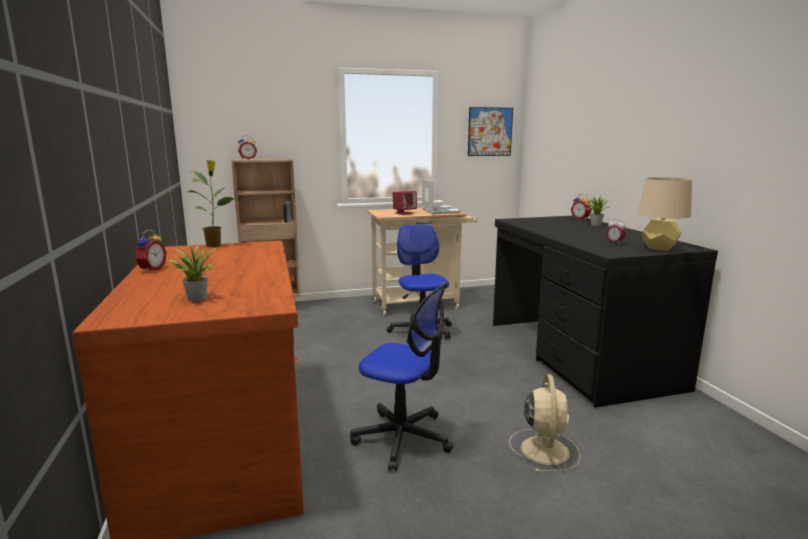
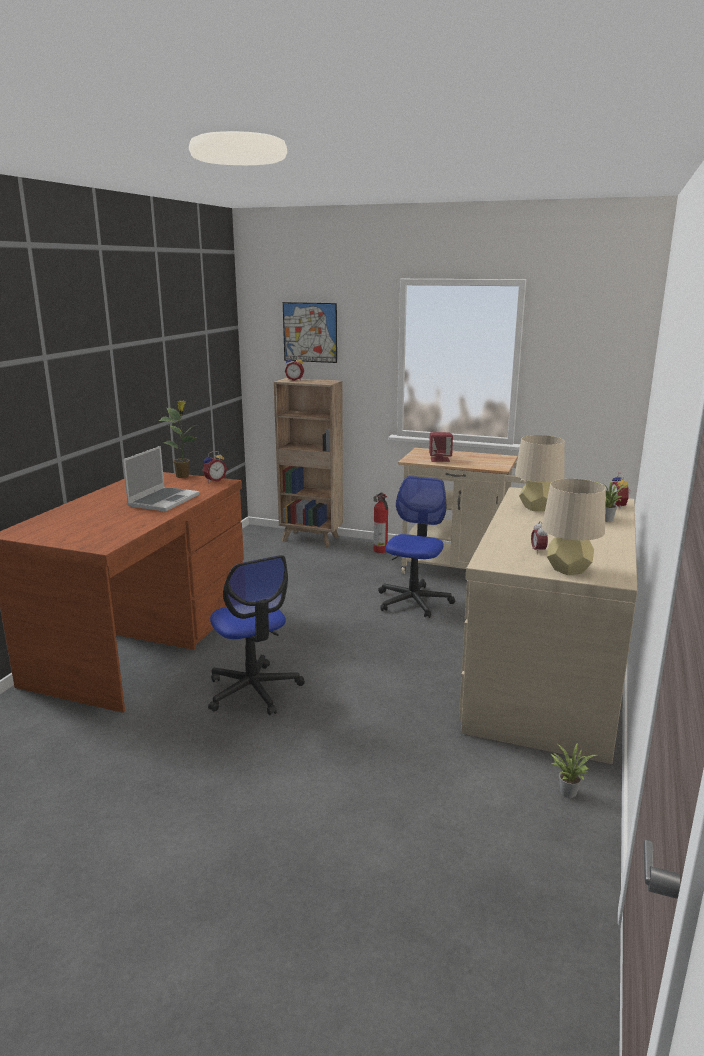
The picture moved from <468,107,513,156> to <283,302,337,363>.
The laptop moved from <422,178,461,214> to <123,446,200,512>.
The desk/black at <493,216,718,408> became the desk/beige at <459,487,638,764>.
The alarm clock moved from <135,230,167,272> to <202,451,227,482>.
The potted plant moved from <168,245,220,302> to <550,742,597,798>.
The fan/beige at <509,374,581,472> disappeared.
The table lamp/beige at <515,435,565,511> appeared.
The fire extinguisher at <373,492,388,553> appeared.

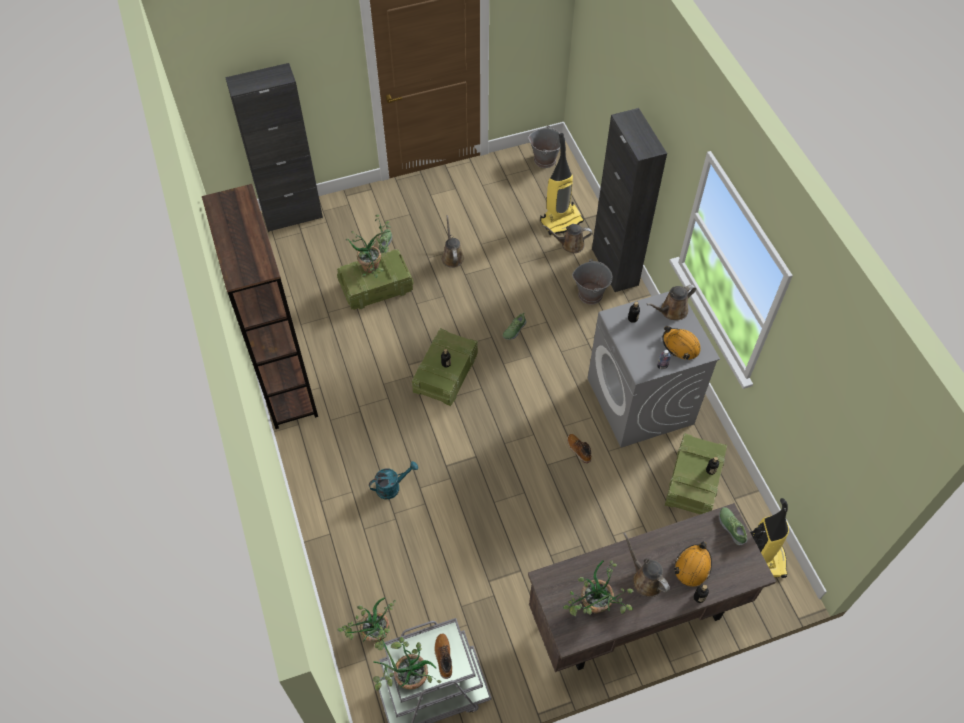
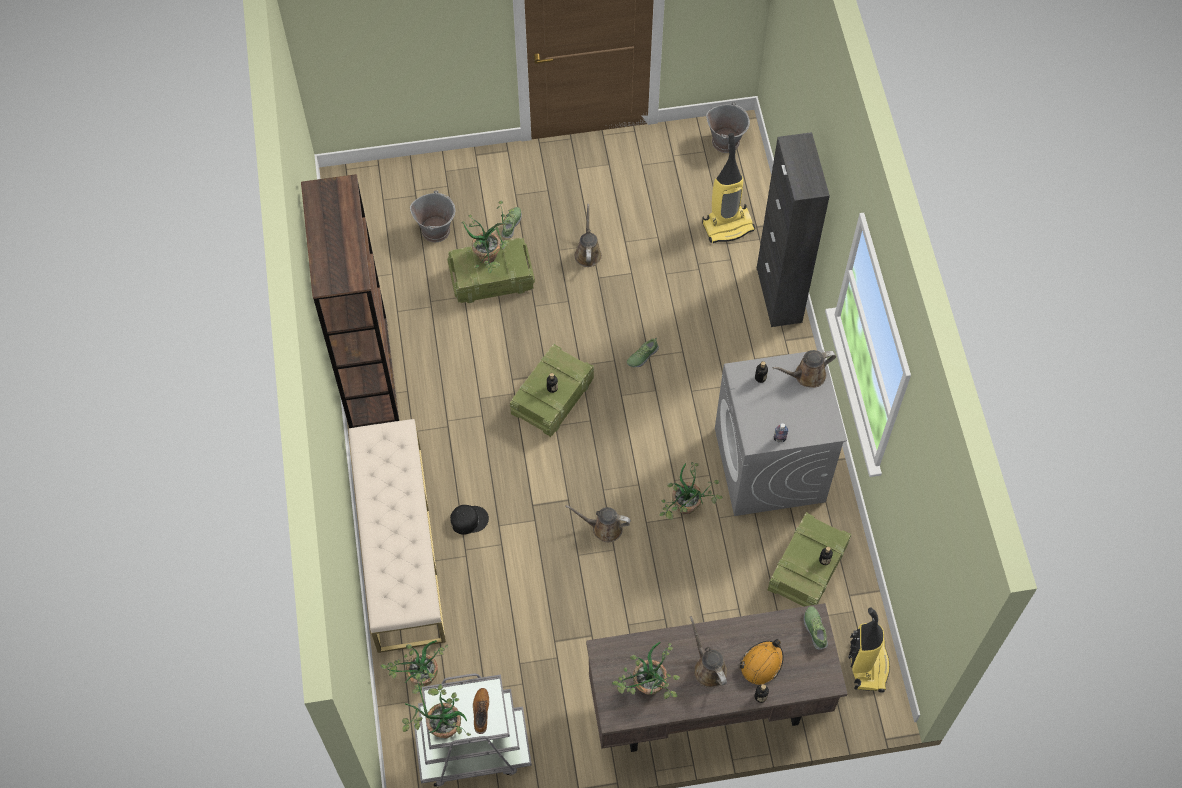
The cabinet/black at <225,63,323,232> disappeared.
The watering can/brown moved from <542,224,592,253> to <565,505,631,542>.
The bucket/grey moved from <572,259,613,304> to <410,190,455,242>.
The hard hat/orange at <662,326,701,360> disappeared.
The boot at <567,434,592,463> was replaced by the potted plant at <660,462,723,520>.
The watering can/turquoise at <369,461,418,499> was replaced by the cap/black at <450,505,489,535>.
The bench/beige at <349,419,446,653> appeared.

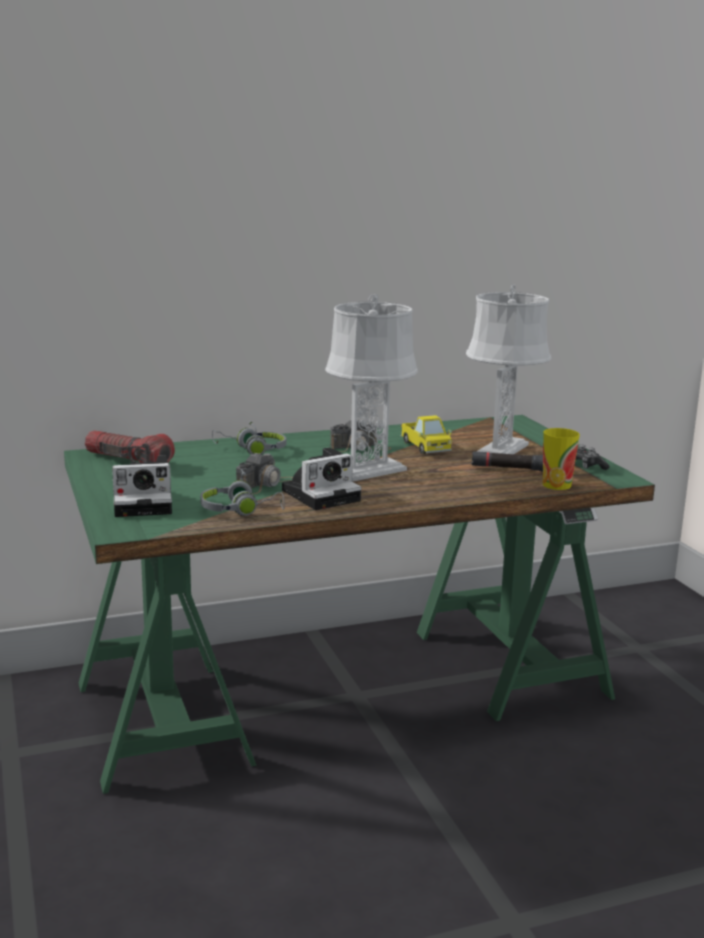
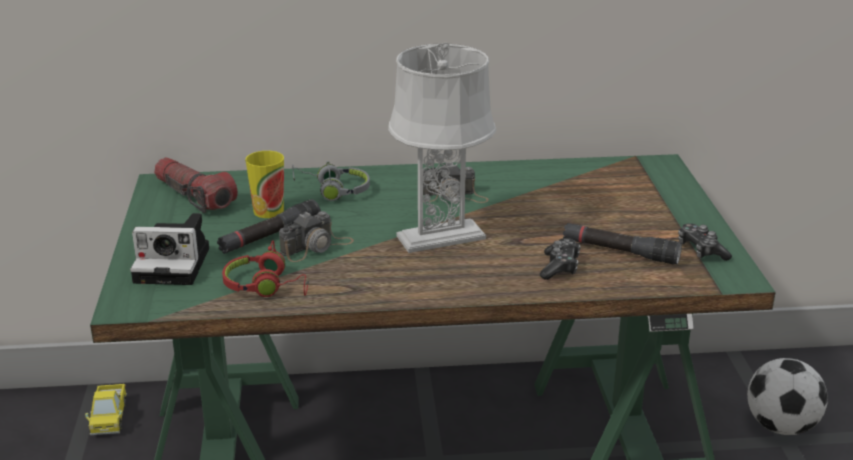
The table lamp/grey at <466,285,552,454> disappeared.
The toy truck moved from <401,415,452,454> to <85,384,127,435>.
The cup moved from <543,428,580,490> to <245,151,284,218>.
The photo camera at <282,447,361,510> disappeared.
The headphones/grey at <200,469,285,516> became the headphones/red at <222,240,309,297>.
The flashlight/black at <217,199,321,254> appeared.
The game controller at <540,238,581,280> appeared.
The football at <747,358,828,435> appeared.

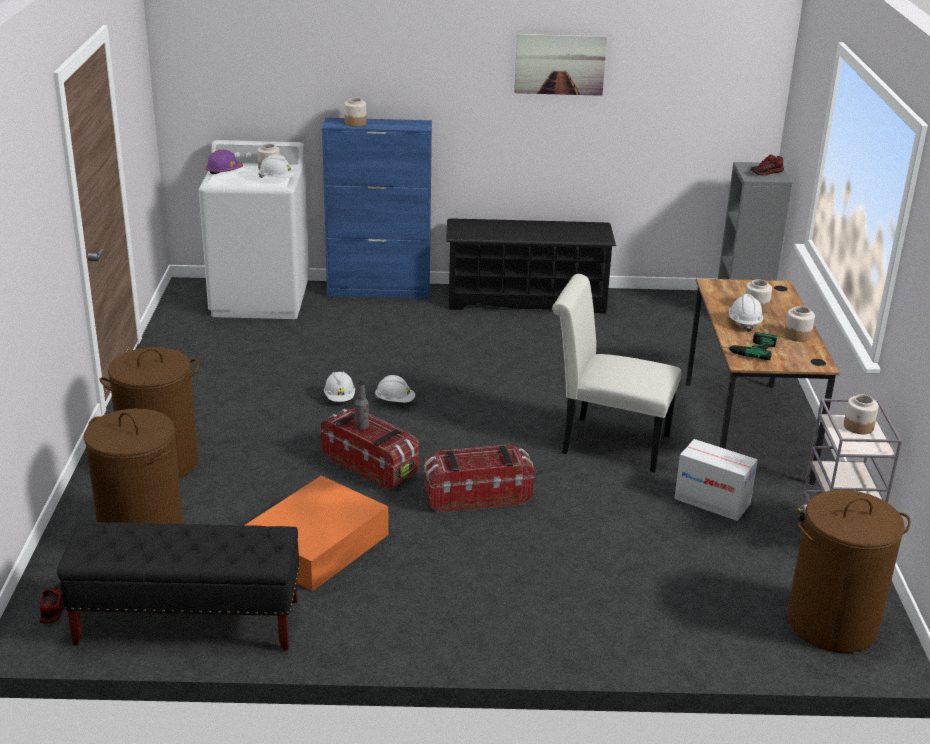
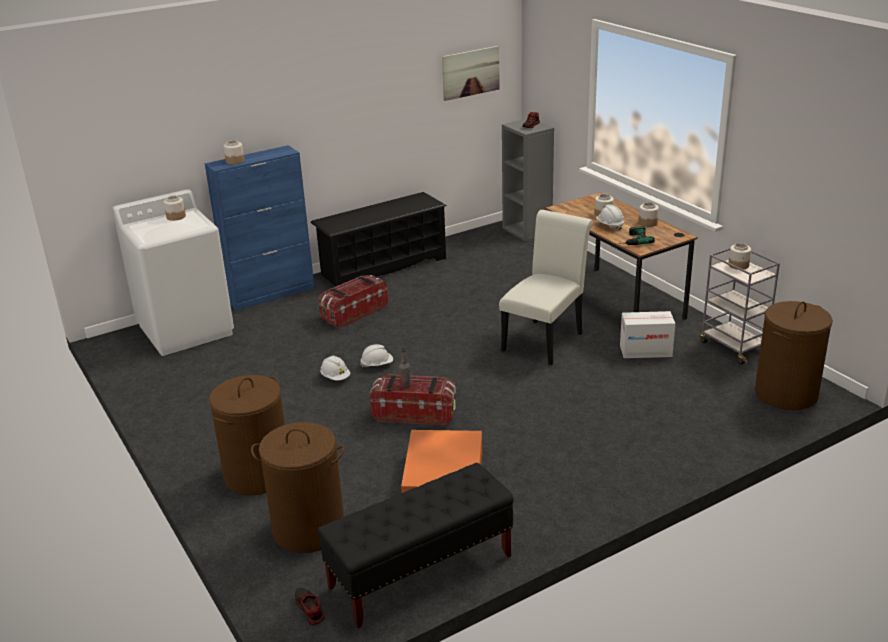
The picture moved from <514,34,607,96> to <442,46,500,101>.
The hard hat/purple at <205,150,243,174> disappeared.
The hard hat/white at <258,154,296,178> disappeared.
The chair/white at <552,274,682,473> turned 135 degrees clockwise.
The storage box moved from <424,444,534,513> to <319,275,388,329>.

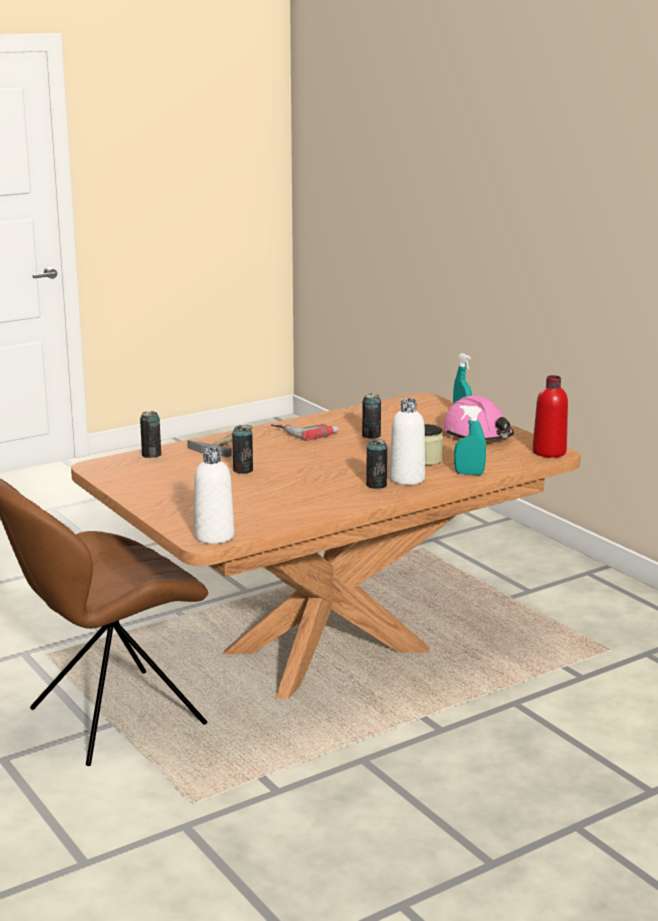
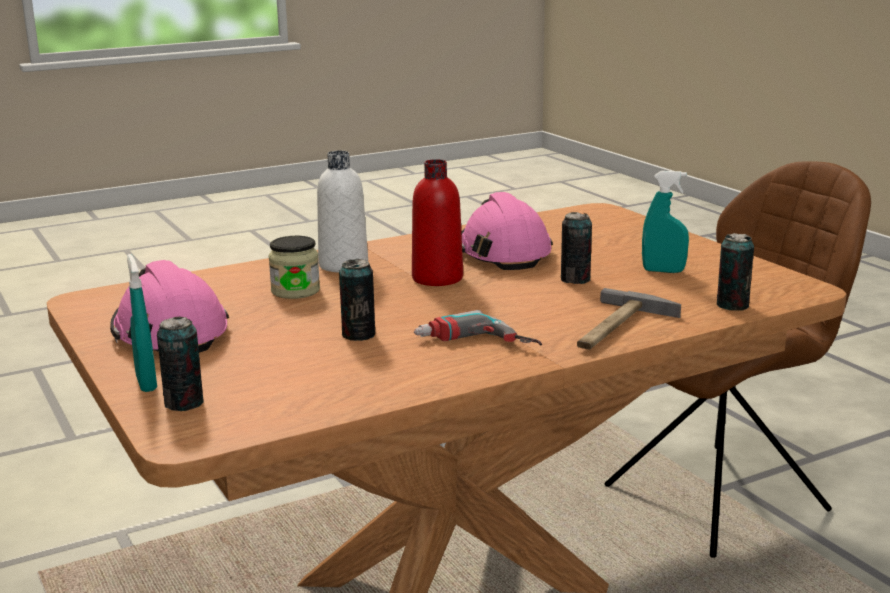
The bottle/red moved from <532,375,568,458> to <412,159,463,286>.
The spray bottle/turquoise moved from <454,405,486,475> to <642,171,689,273>.
The can moved from <366,439,387,489> to <157,316,204,411>.
The bottle/white at <194,447,234,544> disappeared.
The hard hat/pink at <461,192,553,270> appeared.

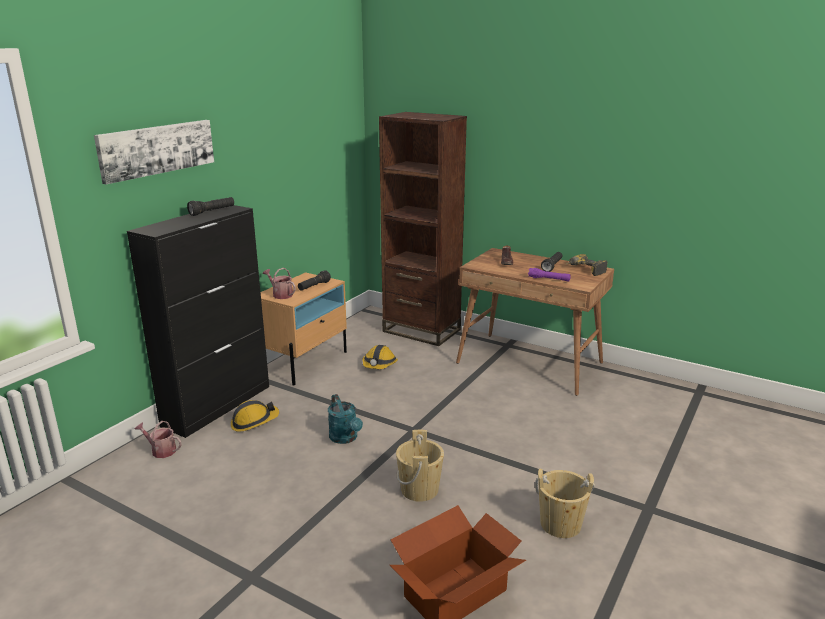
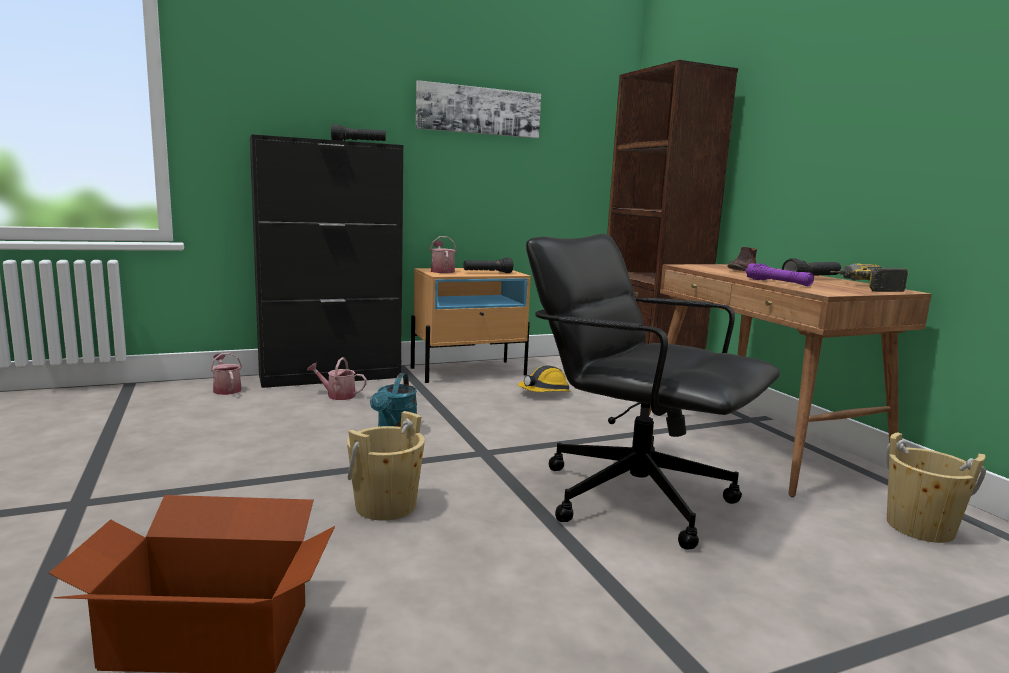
The picture moved from <94,120,214,184> to <416,80,541,138>.
The hard hat at <231,400,279,432> was replaced by the watering can at <307,357,367,400>.
The bucket/beige moved from <535,468,595,538> to <886,432,986,543>.
The office chair/black at <526,234,780,550> appeared.

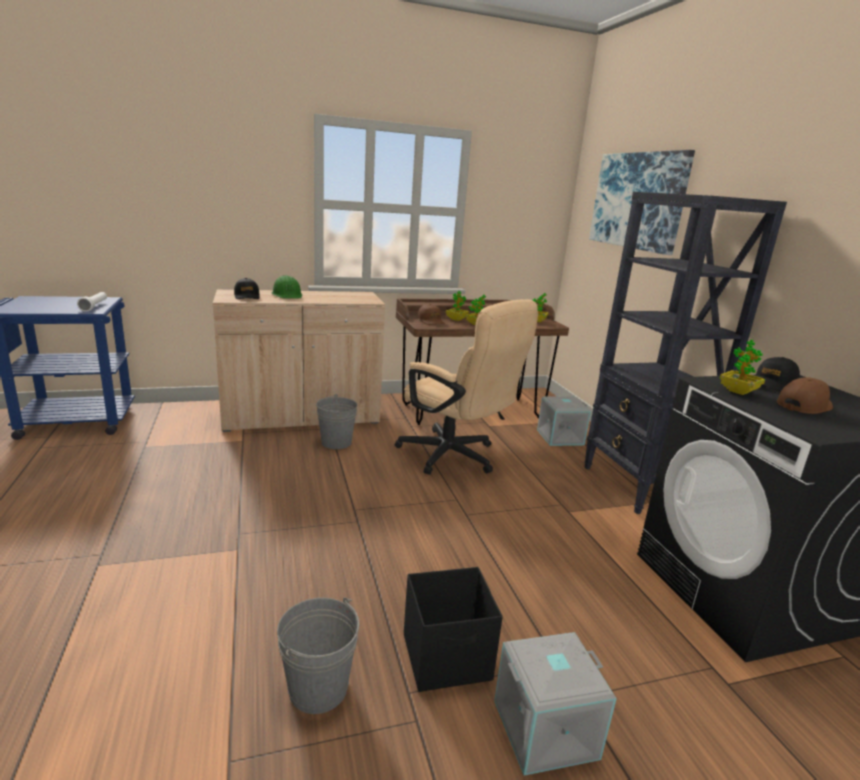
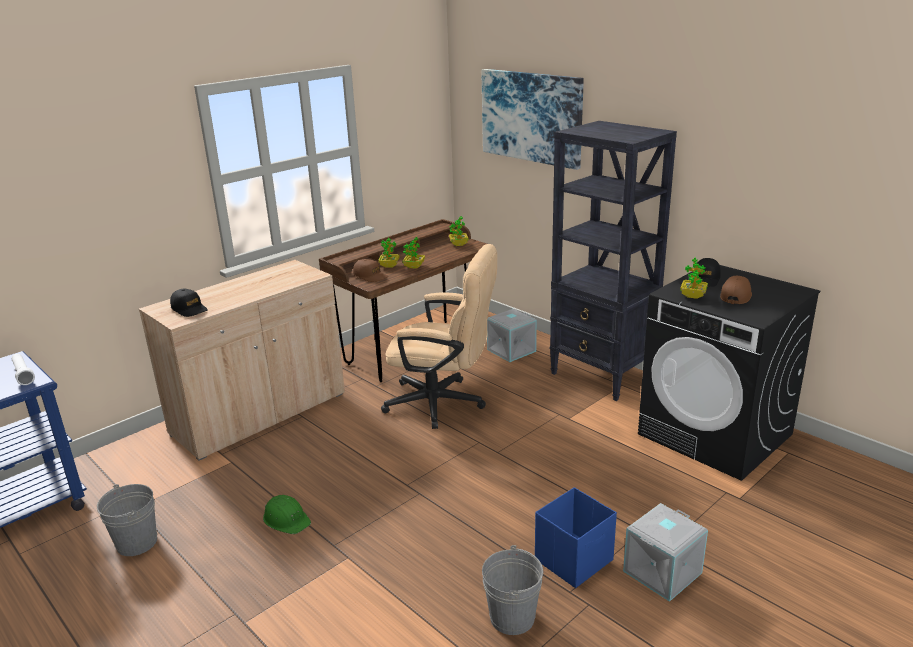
The hard hat/green moved from <272,275,302,299> to <263,495,311,534>.
The bucket/grey moved from <316,394,357,449> to <97,484,157,556>.
The storage box/black at <404,567,503,692> became the storage box/blue at <535,487,617,588>.

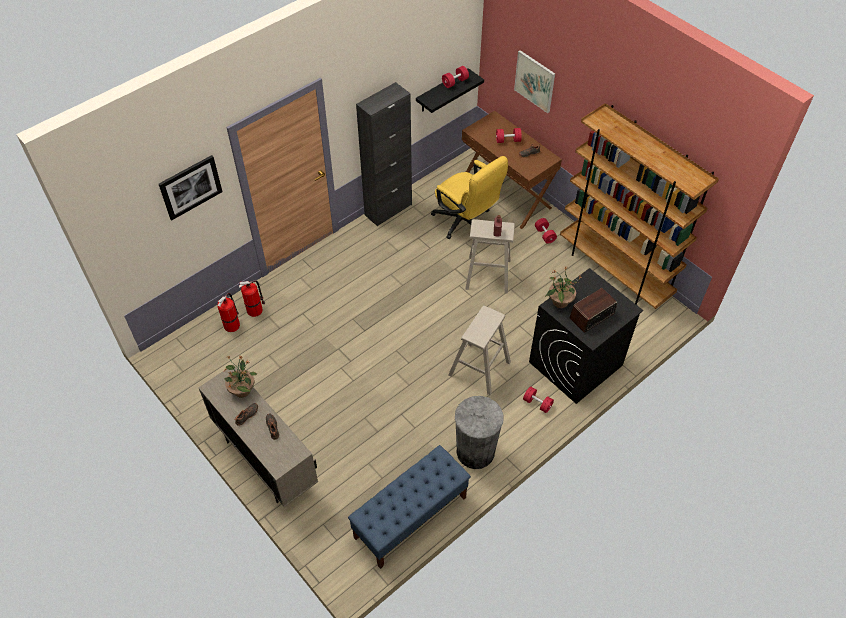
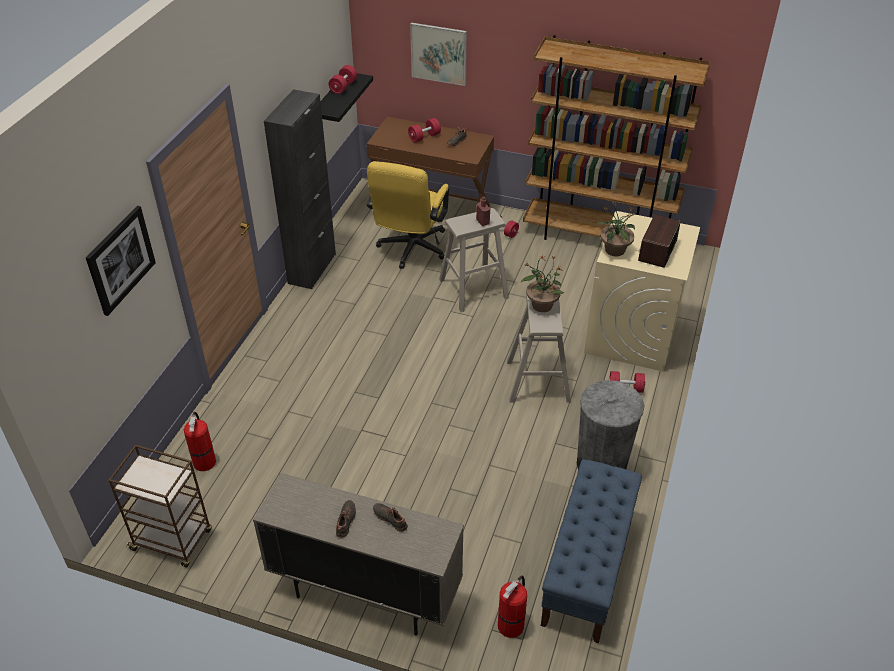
The office chair/yellow at <431,156,508,239> turned 90 degrees clockwise.
The washing machine/black at <529,268,643,404> became the washing machine/beige at <584,211,700,372>.
The fire extinguisher moved from <239,280,265,317> to <498,575,527,638>.
The potted plant moved from <224,355,257,397> to <521,255,564,312>.
The cart/brown at <108,445,212,567> appeared.

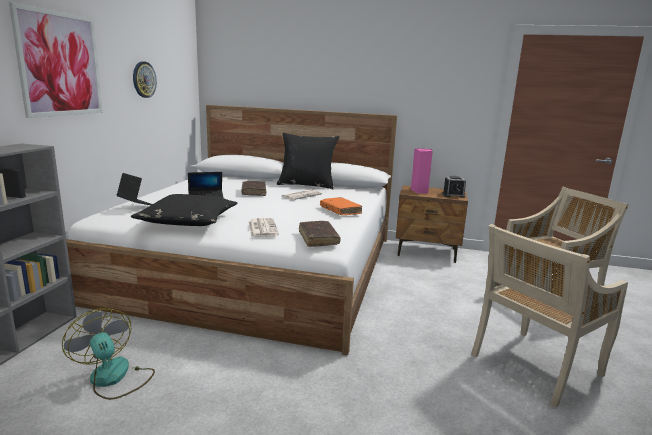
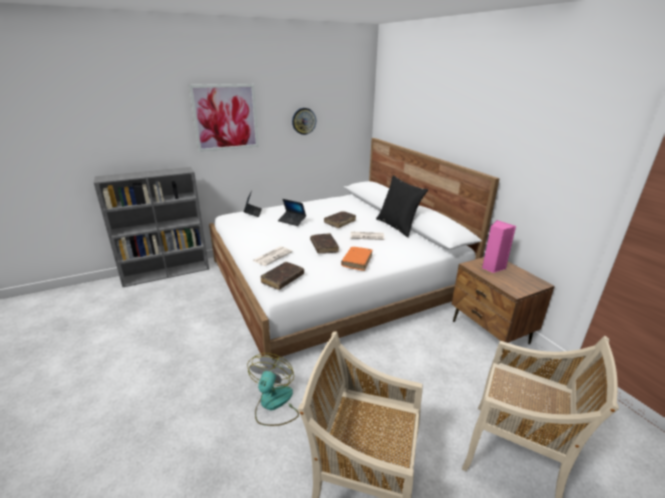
The alarm clock at <442,176,466,198> disappeared.
The pillow/black at <131,194,238,226> disappeared.
The fan moved from <62,308,155,400> to <247,353,299,426>.
The book/brown at <310,233,339,254> appeared.

